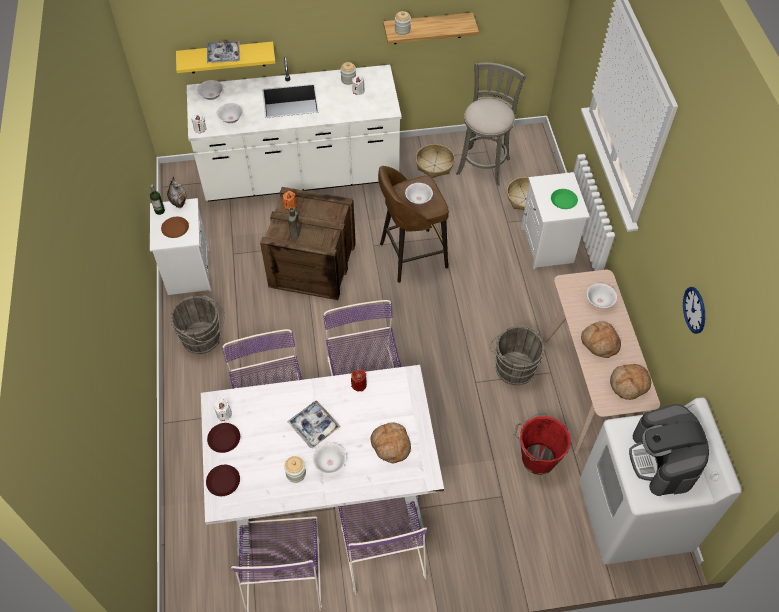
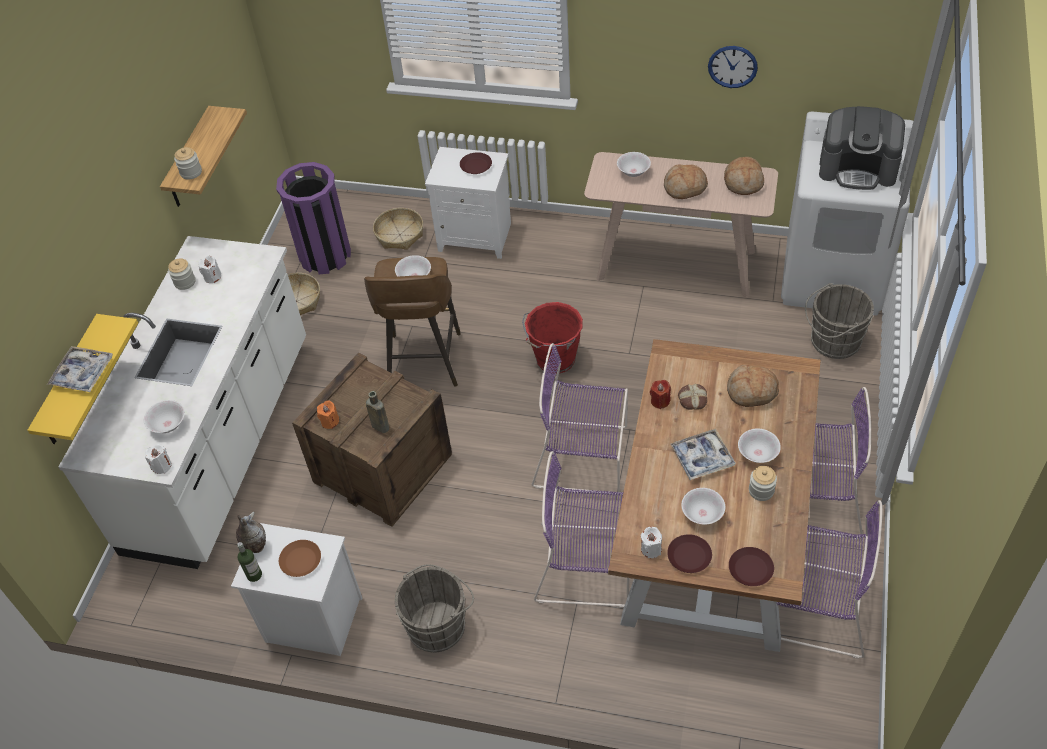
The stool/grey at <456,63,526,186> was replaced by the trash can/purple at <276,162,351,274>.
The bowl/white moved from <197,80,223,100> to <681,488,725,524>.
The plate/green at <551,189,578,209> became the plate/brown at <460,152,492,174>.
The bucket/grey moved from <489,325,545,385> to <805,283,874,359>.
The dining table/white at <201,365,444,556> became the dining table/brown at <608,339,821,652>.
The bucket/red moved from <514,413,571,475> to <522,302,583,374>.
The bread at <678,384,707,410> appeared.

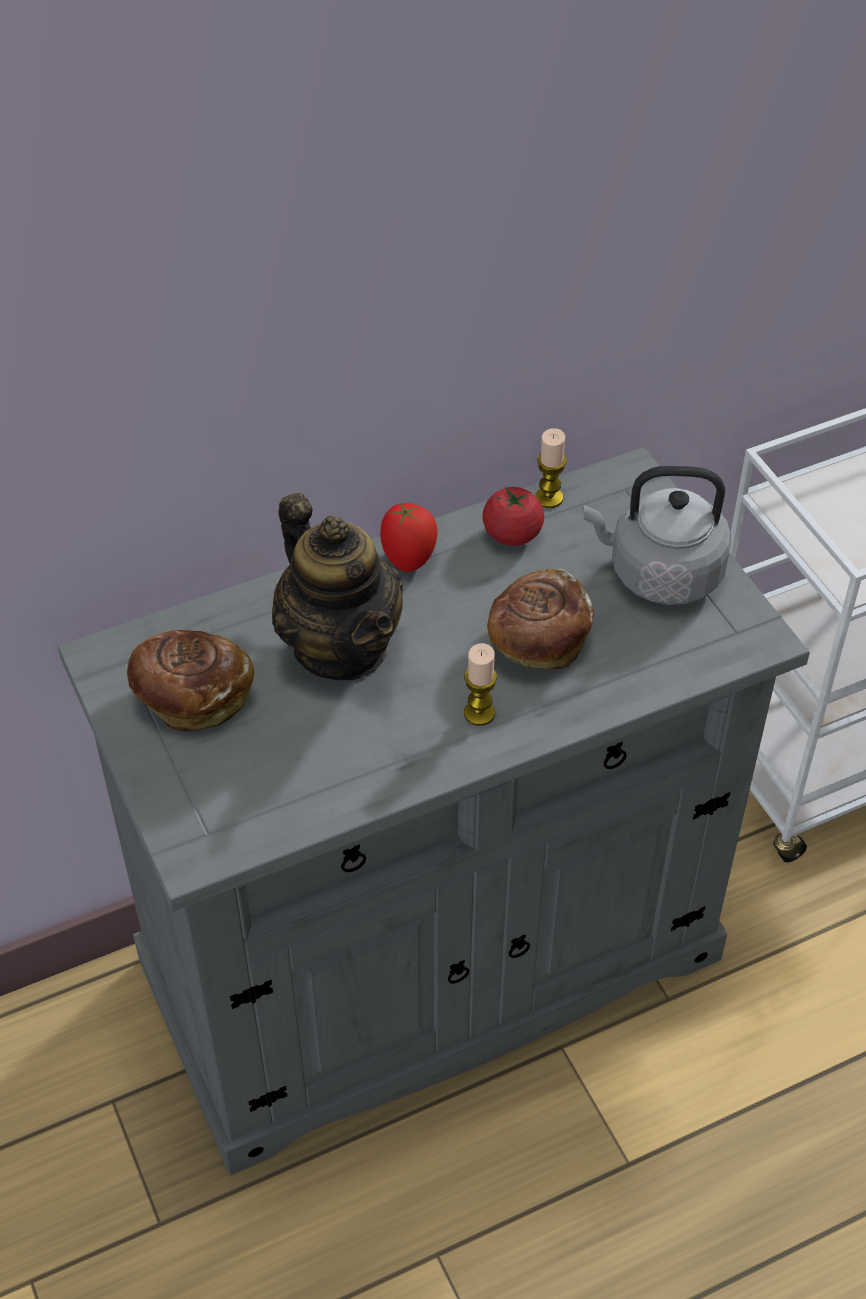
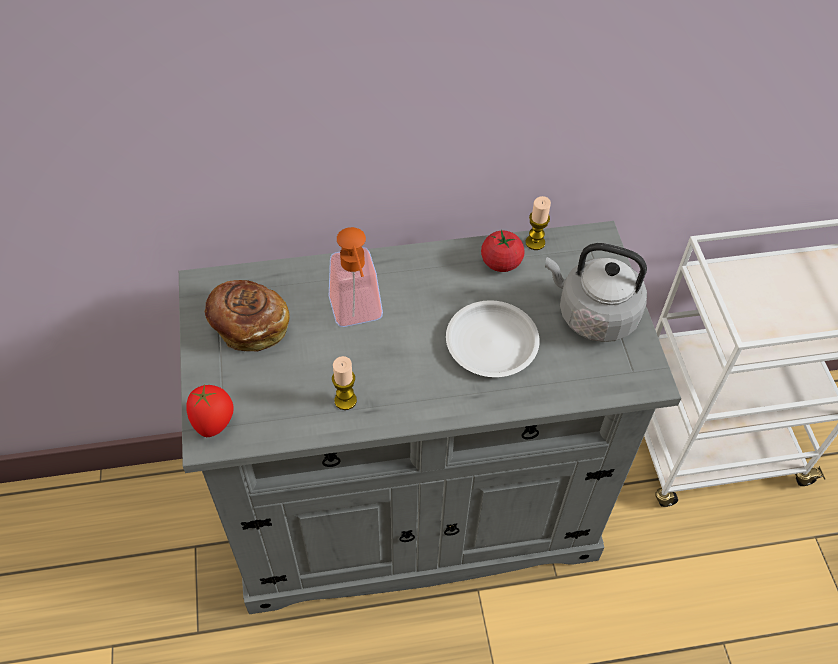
The teapot at <272,493,403,680> was replaced by the soap dispenser at <329,227,383,327>.
The tomato moved from <380,501,438,572> to <186,384,234,437>.
The bread at <487,569,594,669> was replaced by the plate/white at <446,300,540,377>.
The candle moved from <464,643,497,726> to <332,356,357,410>.

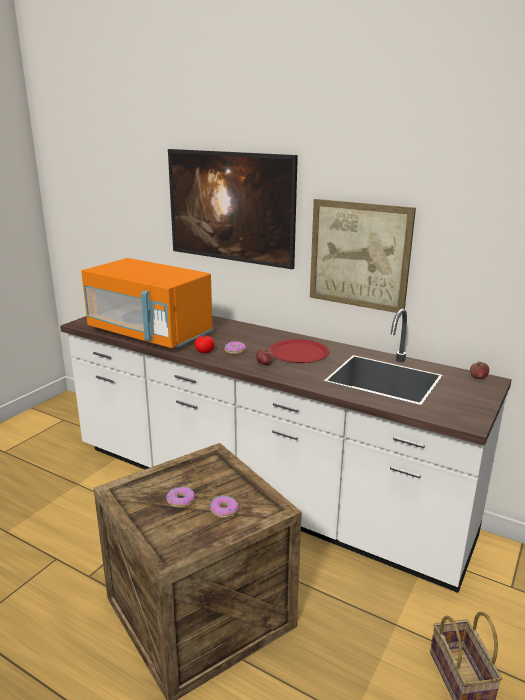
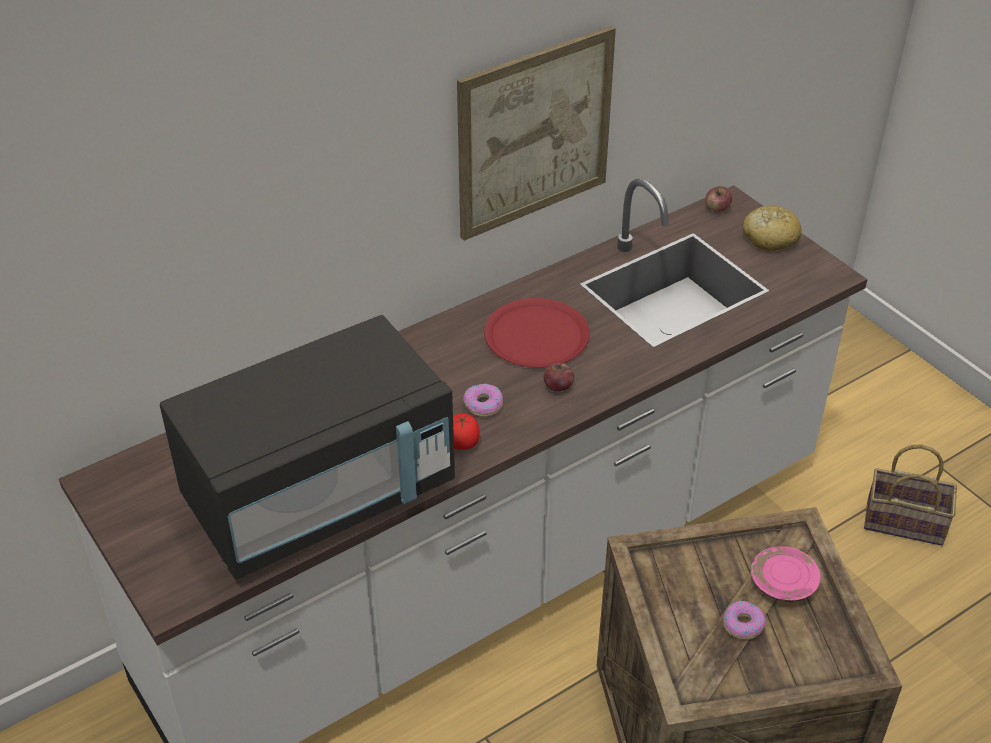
The picture at <168,149,298,269> disappeared.
The microwave/orange at <81,258,213,349> became the microwave/black at <160,315,455,580>.
The donut at <210,496,239,518> was replaced by the plate/pink at <751,546,821,602>.
The bread at <742,206,801,251> appeared.

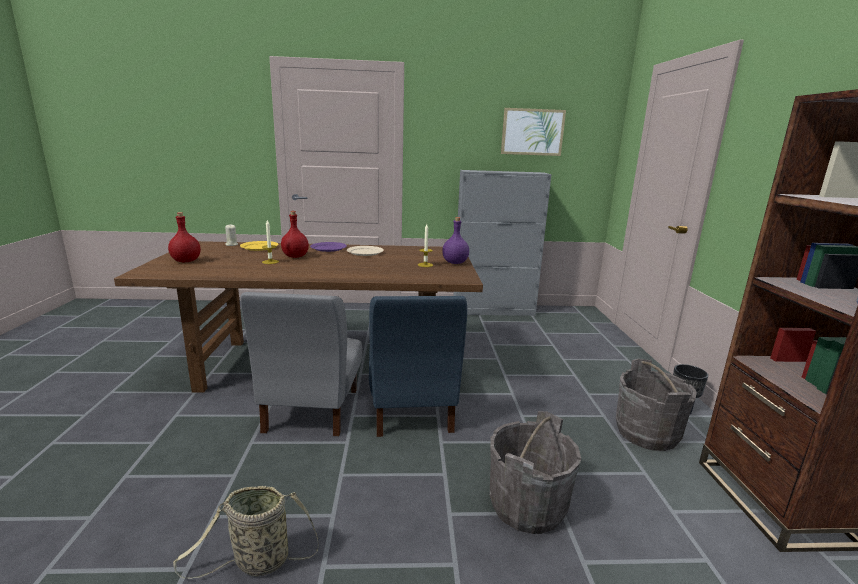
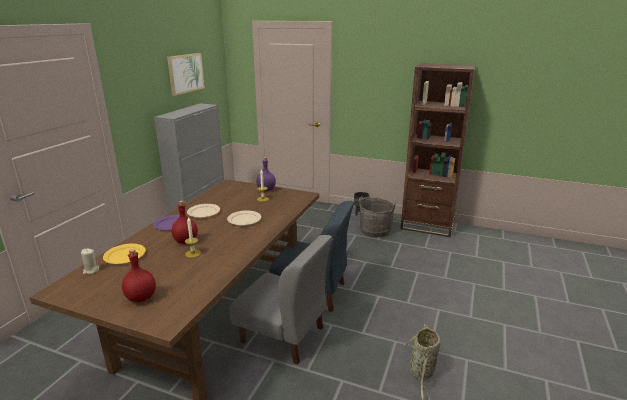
The bucket/grey at <490,411,581,534> disappeared.
The plate/beige at <227,210,261,226> appeared.

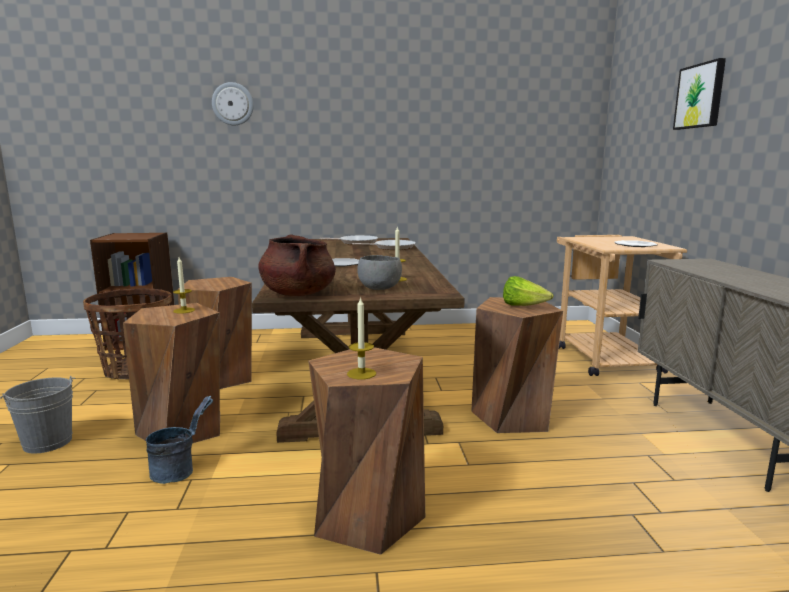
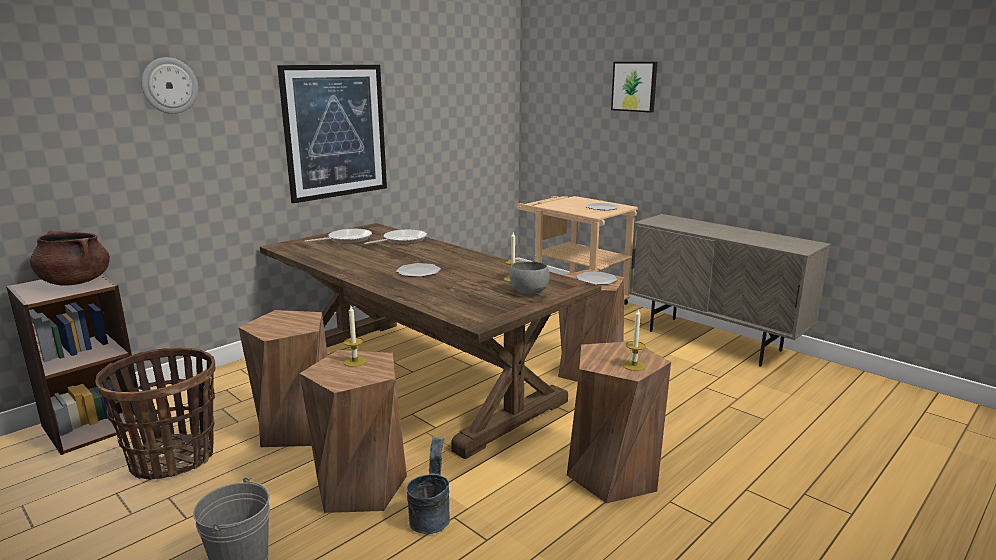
The cooking pot/brown moved from <258,234,336,296> to <30,231,110,286>.
The lettuce at <503,276,553,306> was replaced by the plate at <576,272,617,285>.
The picture at <277,65,387,203> appeared.

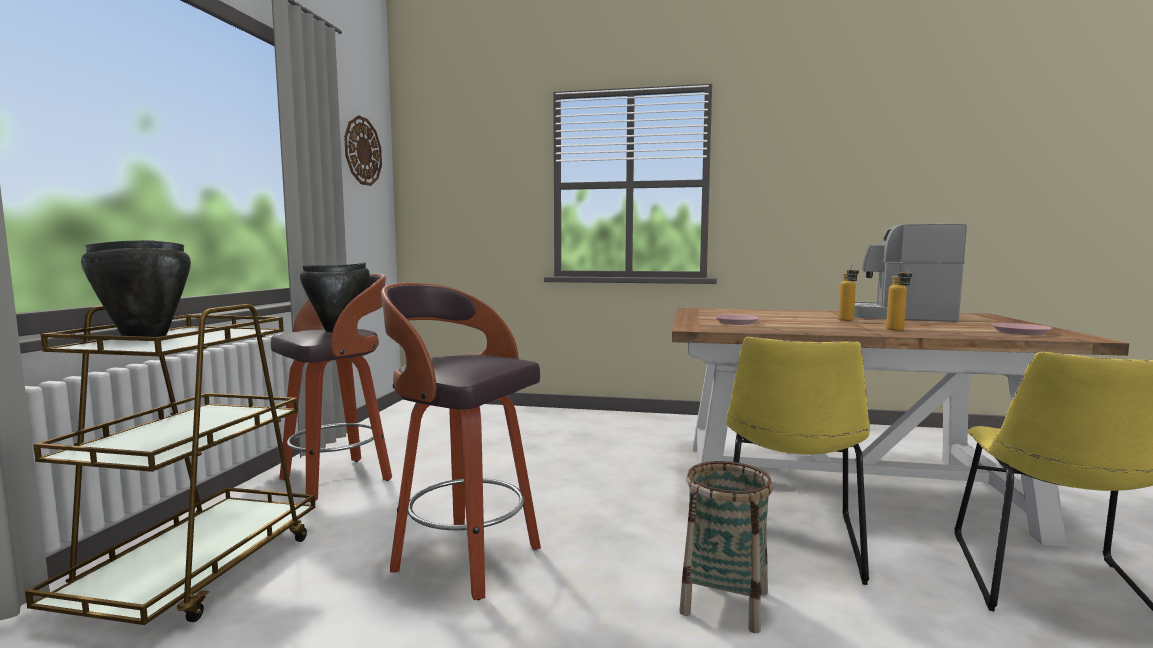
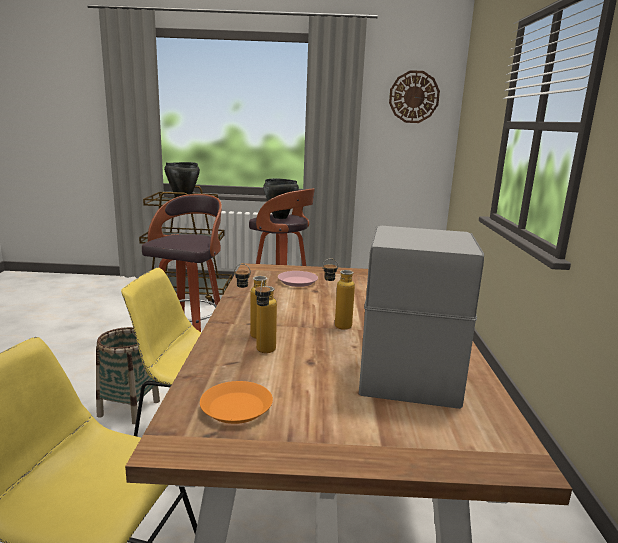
The plate/pink at <992,323,1052,335> became the plate/orange at <200,381,273,424>.
The bottle at <255,280,277,353> appeared.

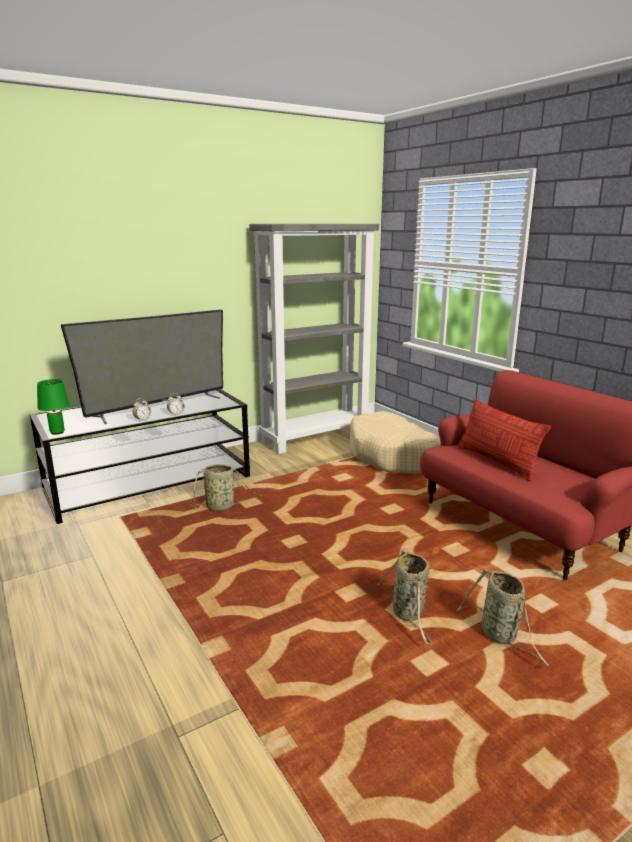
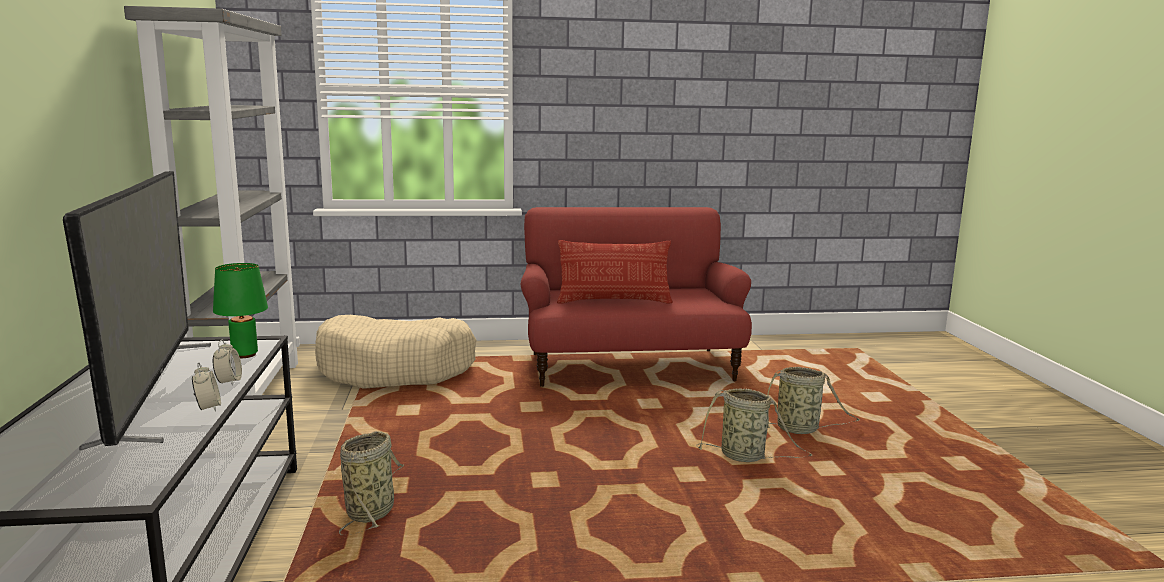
The table lamp/green moved from <37,379,70,435> to <213,263,268,358>.

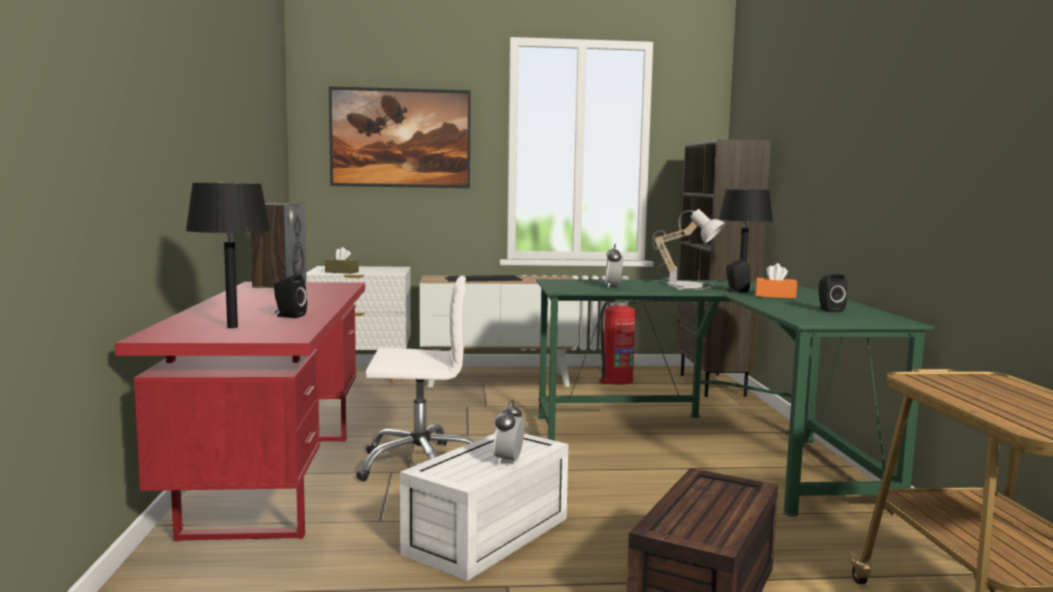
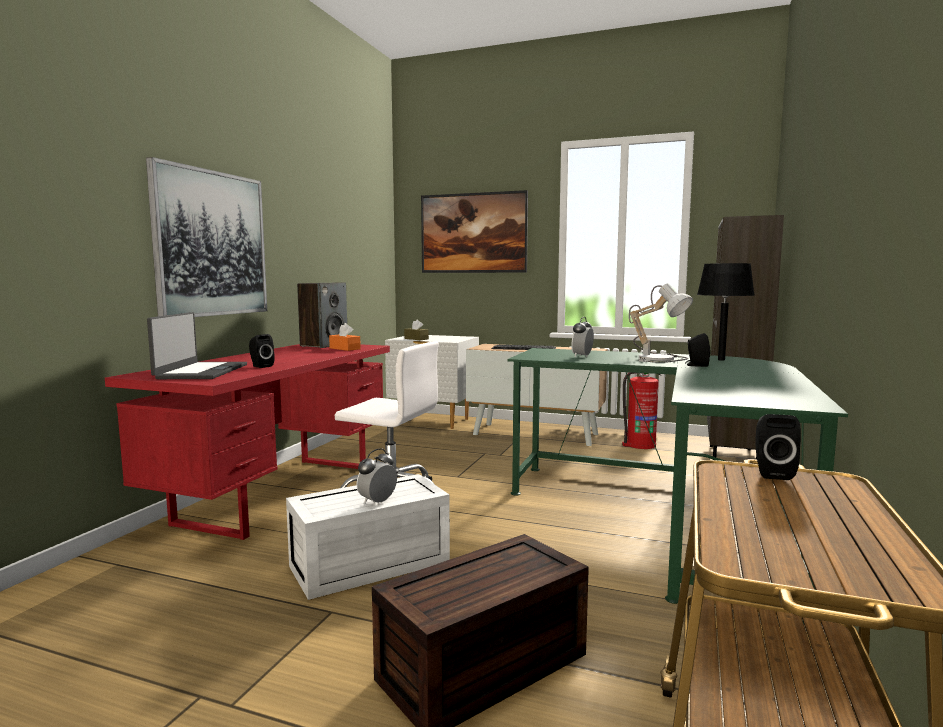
The table lamp/black at <185,183,271,328> was replaced by the laptop at <147,312,247,379>.
The tissue box/orange moved from <755,263,797,299> to <329,323,361,351>.
The speaker/black moved from <819,274,847,312> to <755,414,801,480>.
The picture at <146,157,267,317> appeared.

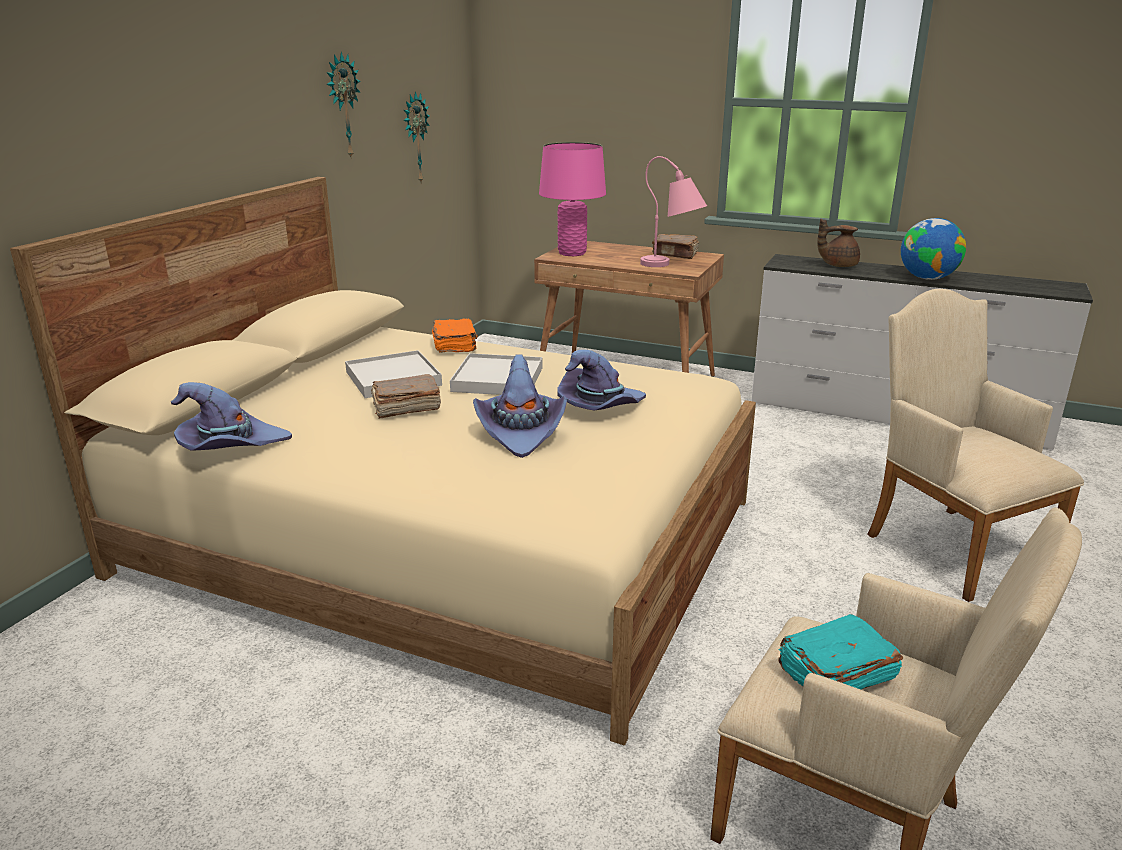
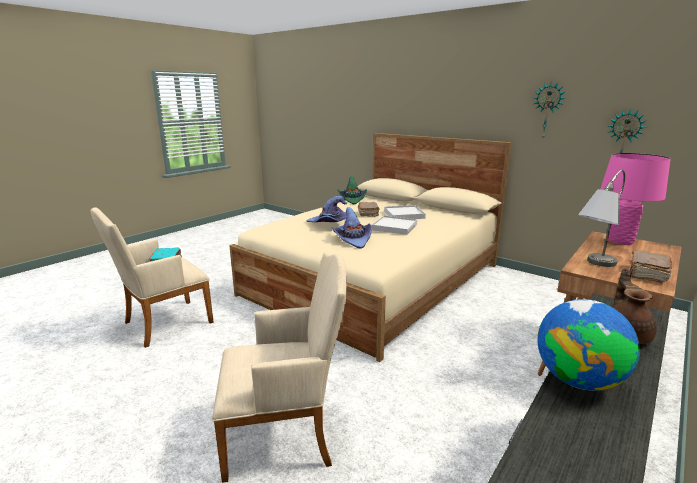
The table lamp/pink at <640,156,707,267> became the table lamp/grey at <578,170,625,267>.
The book/orange at <432,318,478,353> disappeared.
The hat/purple at <171,382,292,451> became the hat/green at <338,176,367,204>.

